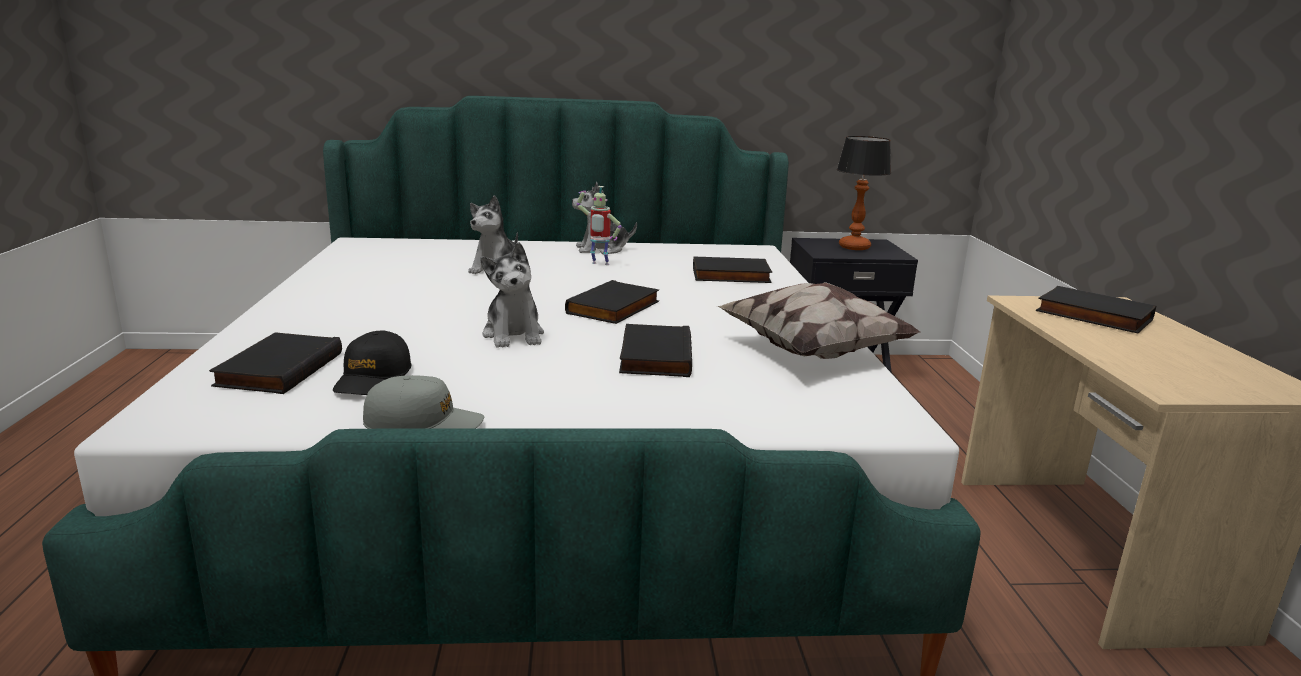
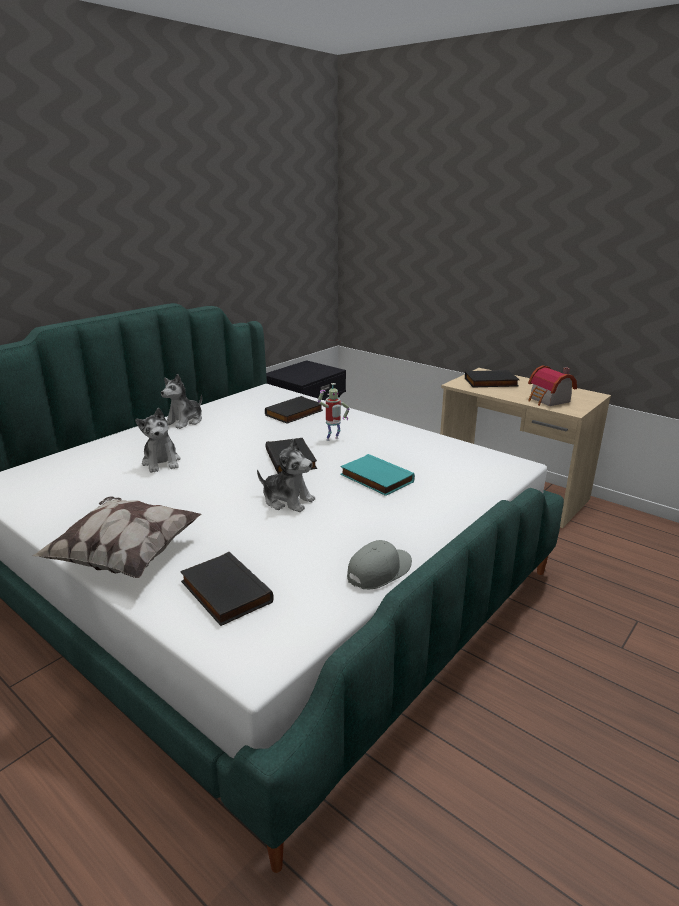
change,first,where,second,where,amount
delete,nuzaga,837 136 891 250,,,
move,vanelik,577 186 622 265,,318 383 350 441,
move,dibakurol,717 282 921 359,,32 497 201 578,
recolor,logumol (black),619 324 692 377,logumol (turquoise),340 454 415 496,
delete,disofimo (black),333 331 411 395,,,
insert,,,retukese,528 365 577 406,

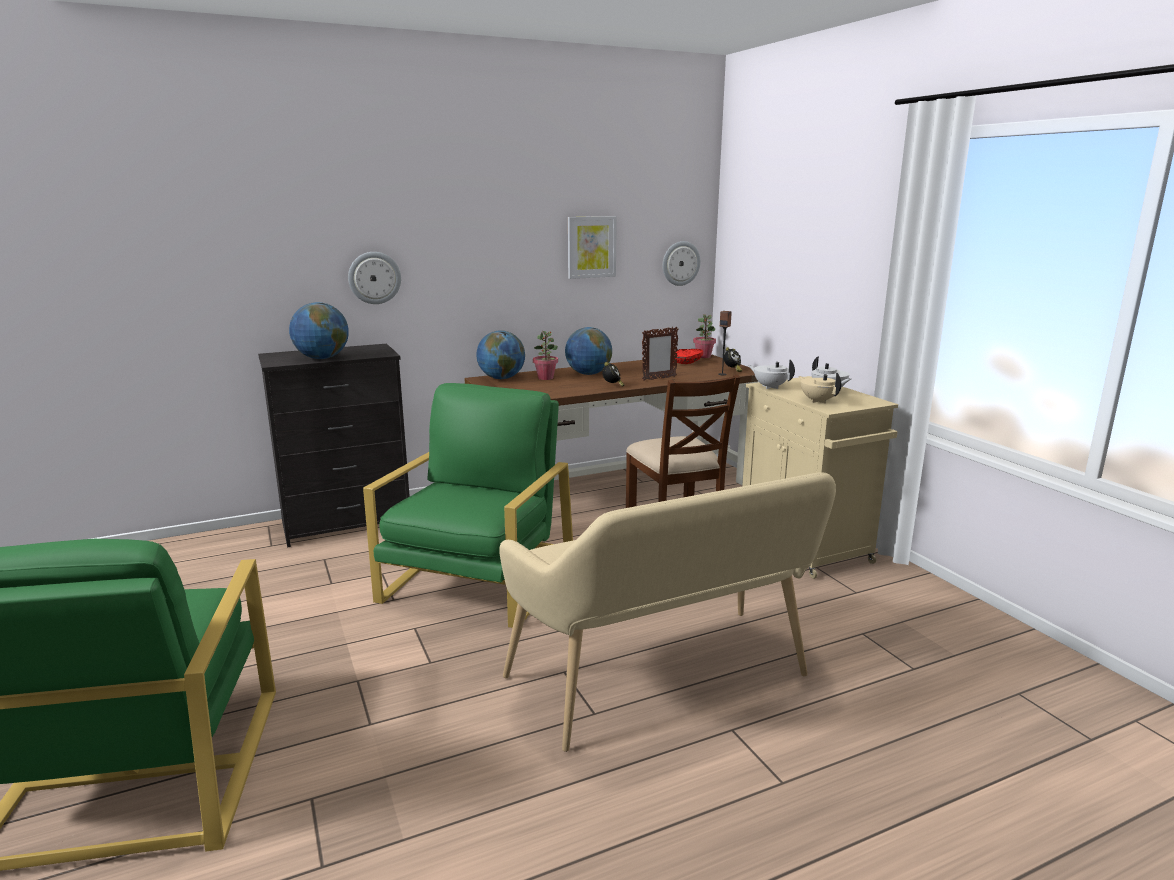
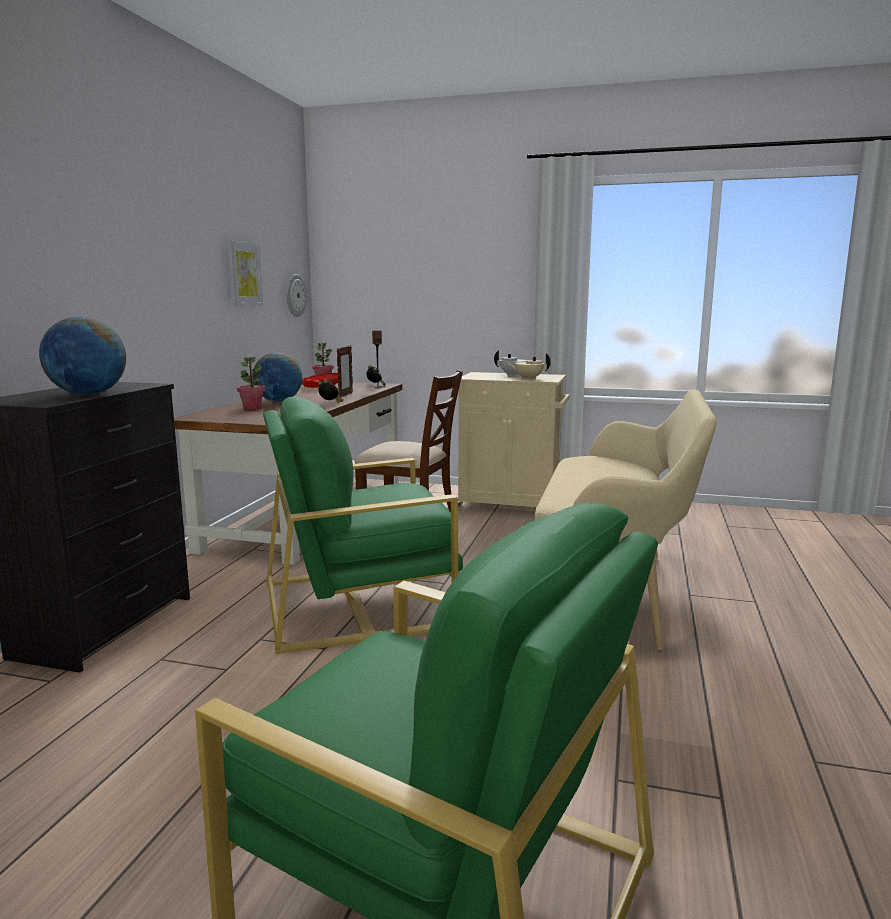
change,first,where,second,where,amount
delete,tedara,348 252 401 304,,,
delete,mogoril,476 330 525 379,,,
delete,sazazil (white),748 360 795 389,,,
rotate,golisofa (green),363 383 573 628,,263 396 463 654,75 degrees counterclockwise

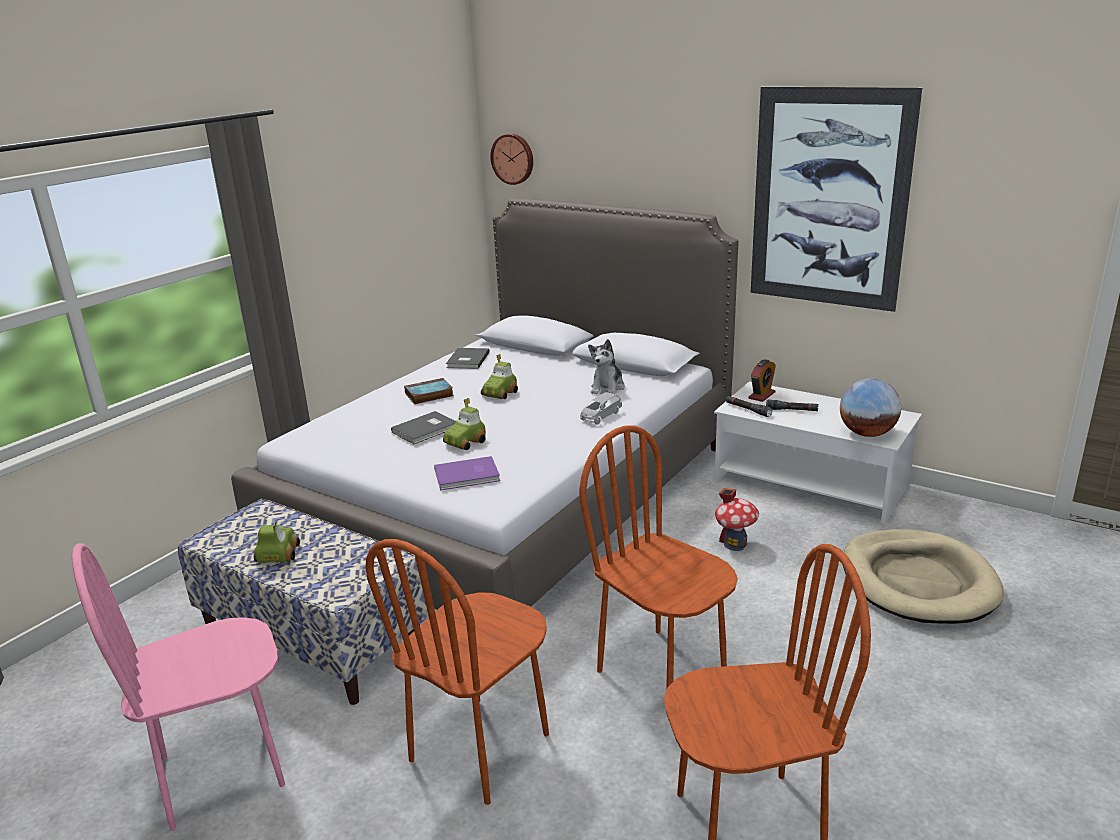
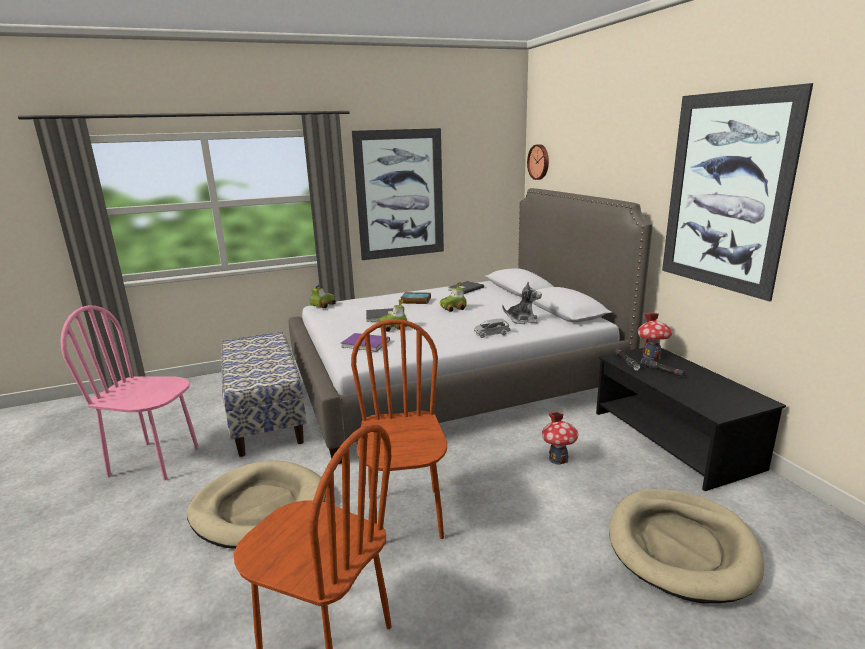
change,first,where,second,where,amount
rotate,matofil,588 339 625 394,,502 282 542 324,135 degrees counterclockwise
replace,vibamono,748 359 776 402,retukese,638 312 672 360,
delete,mogoril,840 379 901 437,,,
recolor,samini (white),714 382 922 524,samini (black),596 348 786 491,
move,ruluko,254 521 300 563,,310 285 336 308,
replace,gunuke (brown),365 539 549 805,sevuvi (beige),187 461 326 549,
insert,,,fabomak,352 128 444 260,

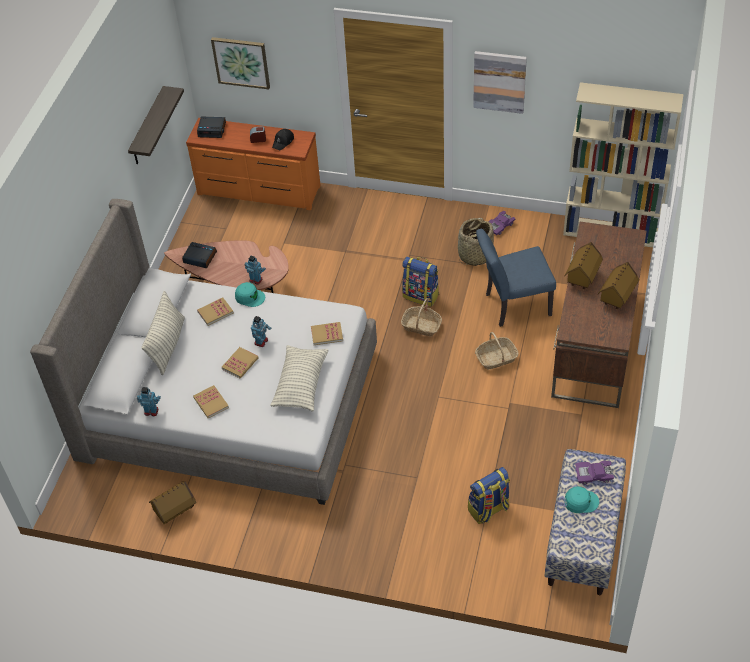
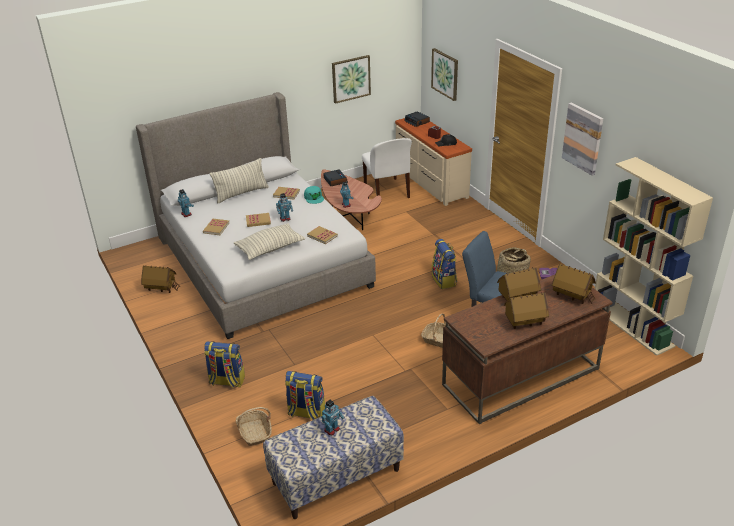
change,first,where,second,where,amount
replace,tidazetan,128 86 184 164,fabomak,332 55 371 104,
recolor,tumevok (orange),186 118 321 210,tumevok (beige),395 118 472 206,
move,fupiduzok,401 298 442 337,,236 407 272 446,
delete,ruluko (purple),575 461 614 485,,,
replace,disofimo (turquoise),565 486 599 513,vanelik,321 400 345 436,
insert,,,gunuke (white),362 138 412 198,
insert,,,retukese,551 264 596 304,
insert,,,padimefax,204 341 245 388,

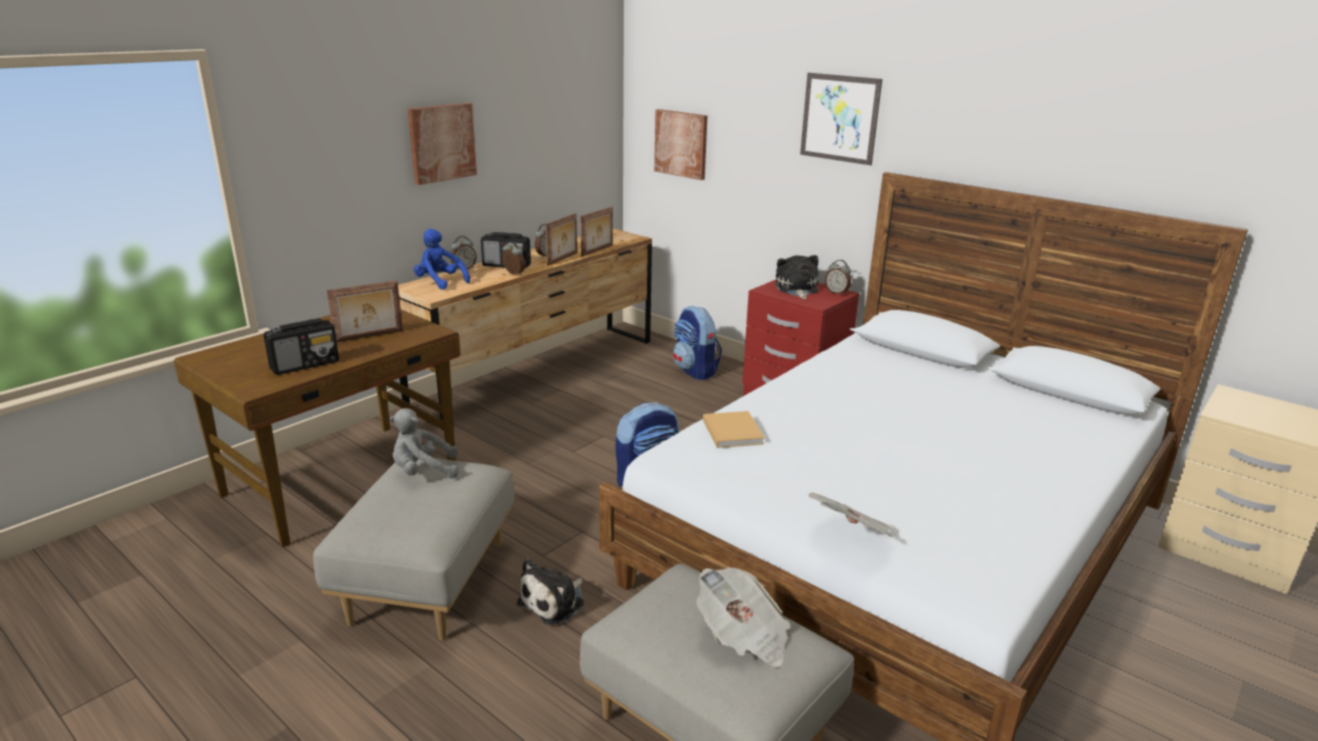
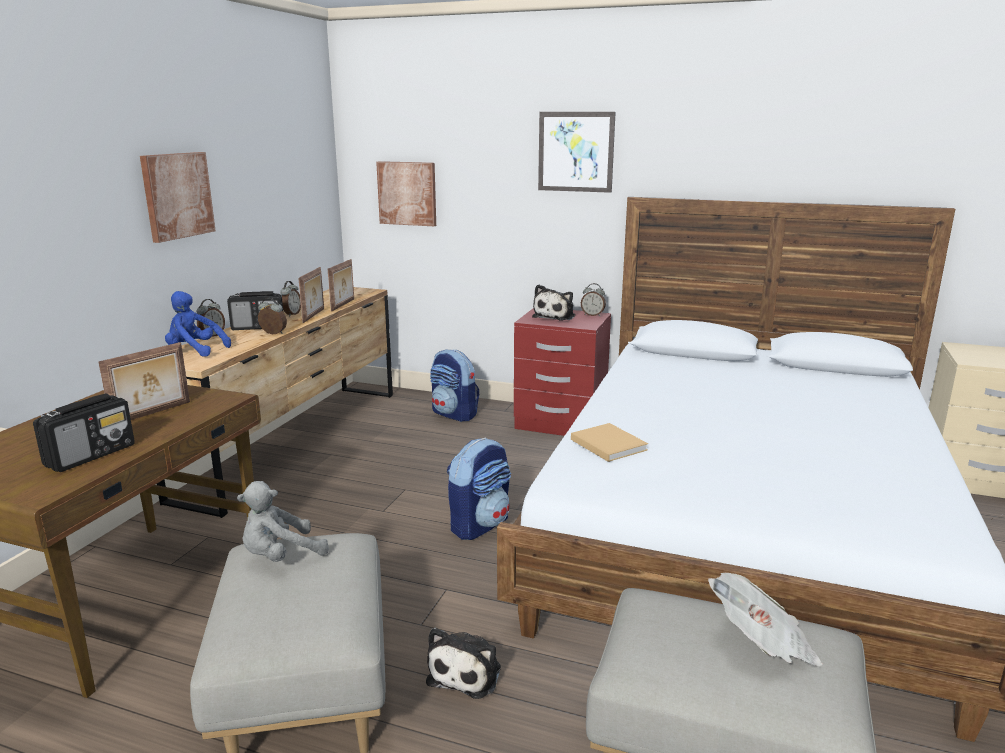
change,first,where,second,where,amount
rotate,matofil,775 255 819 299,,532 285 575 321,135 degrees counterclockwise
delete,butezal,808 493 896 537,,,

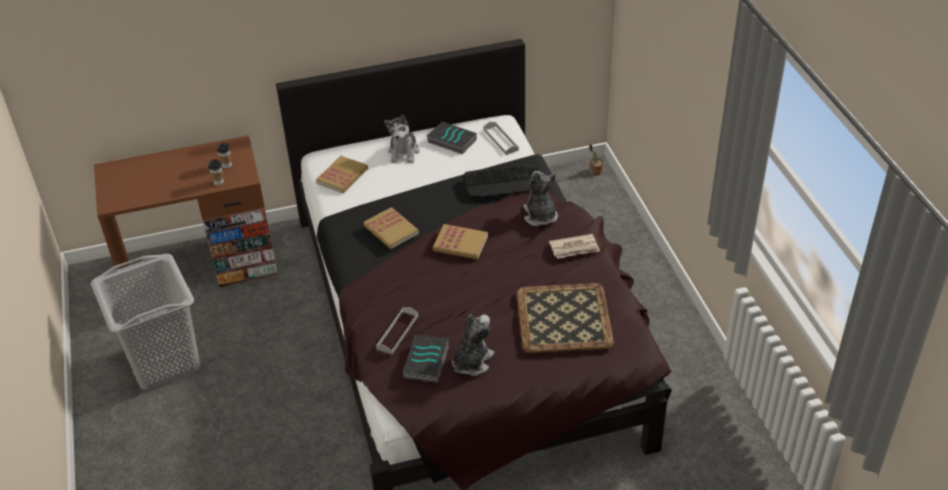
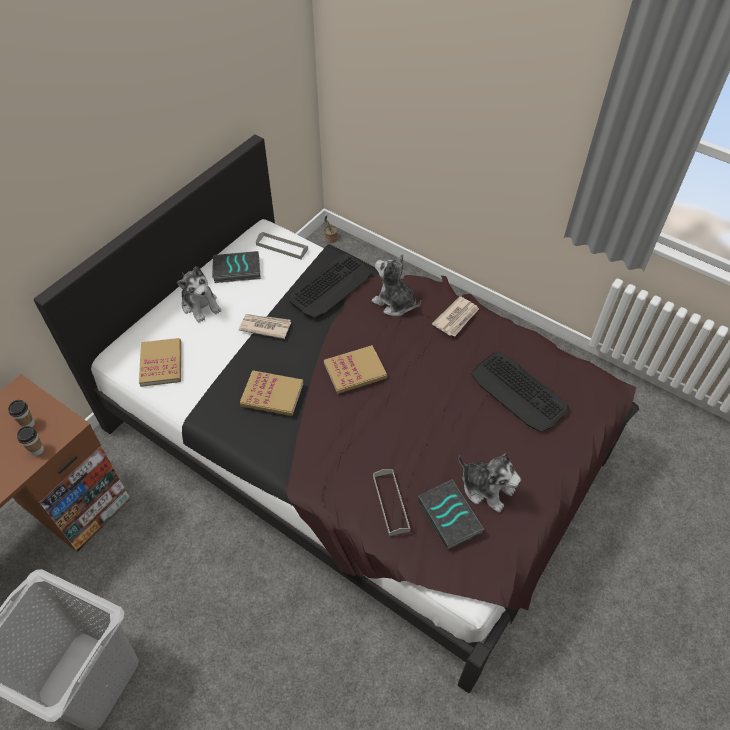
change,first,where,second,where,amount
replace,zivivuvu,516 283 614 353,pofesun,471 351 569 432,
rotate,matofil,452 314 494 376,,458 453 521 513,135 degrees clockwise
insert,,,butezal,239 314 291 339,

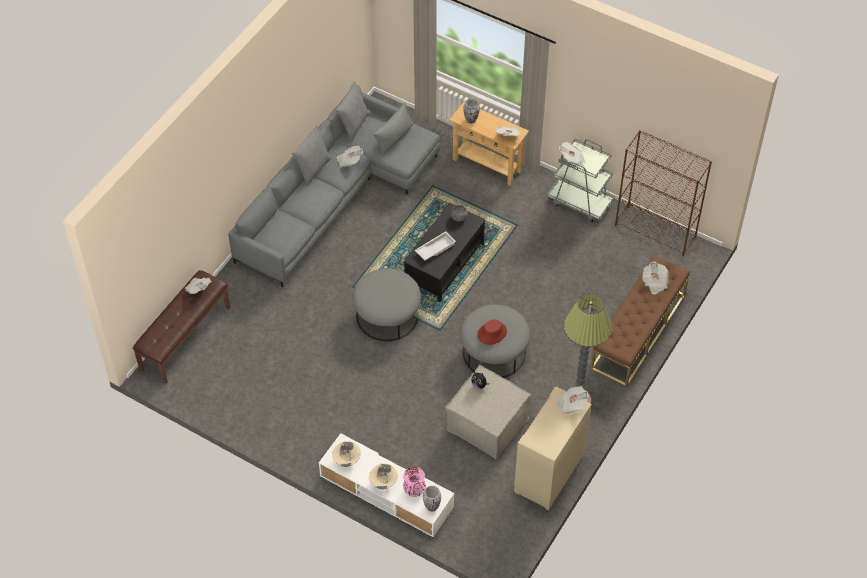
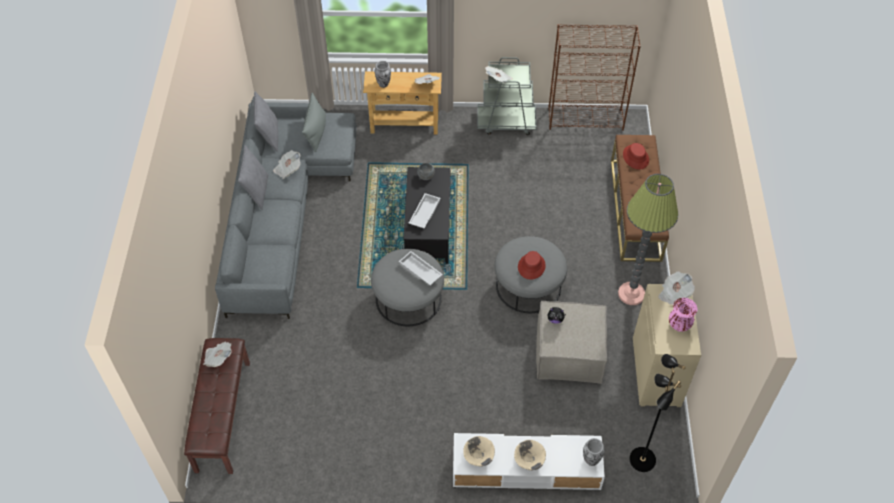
change,first,where,second,where,amount
replace,butezal,642 261 668 294,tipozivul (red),623 143 649 169,
move,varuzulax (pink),403 467 426 497,,669 298 698 332,
insert,,,zivivuvu (white),399 251 443 286,
insert,,,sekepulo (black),629 354 686 472,

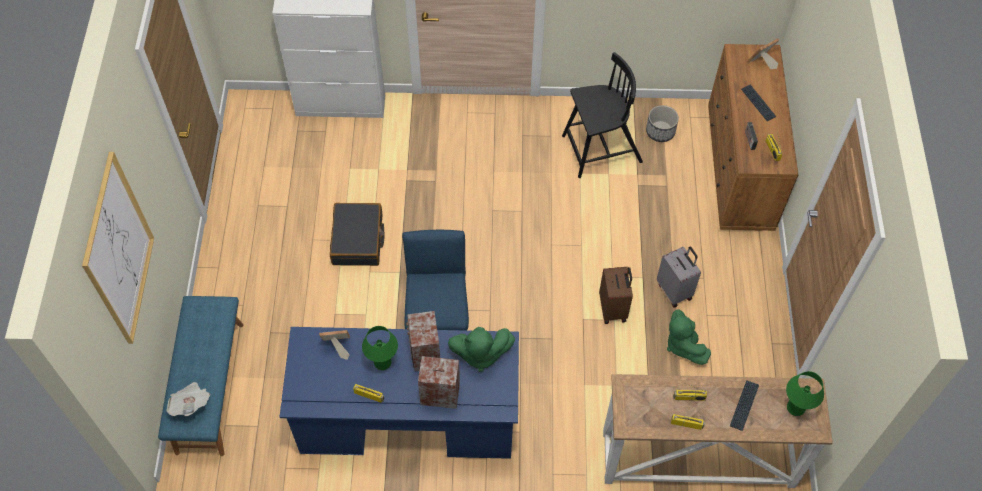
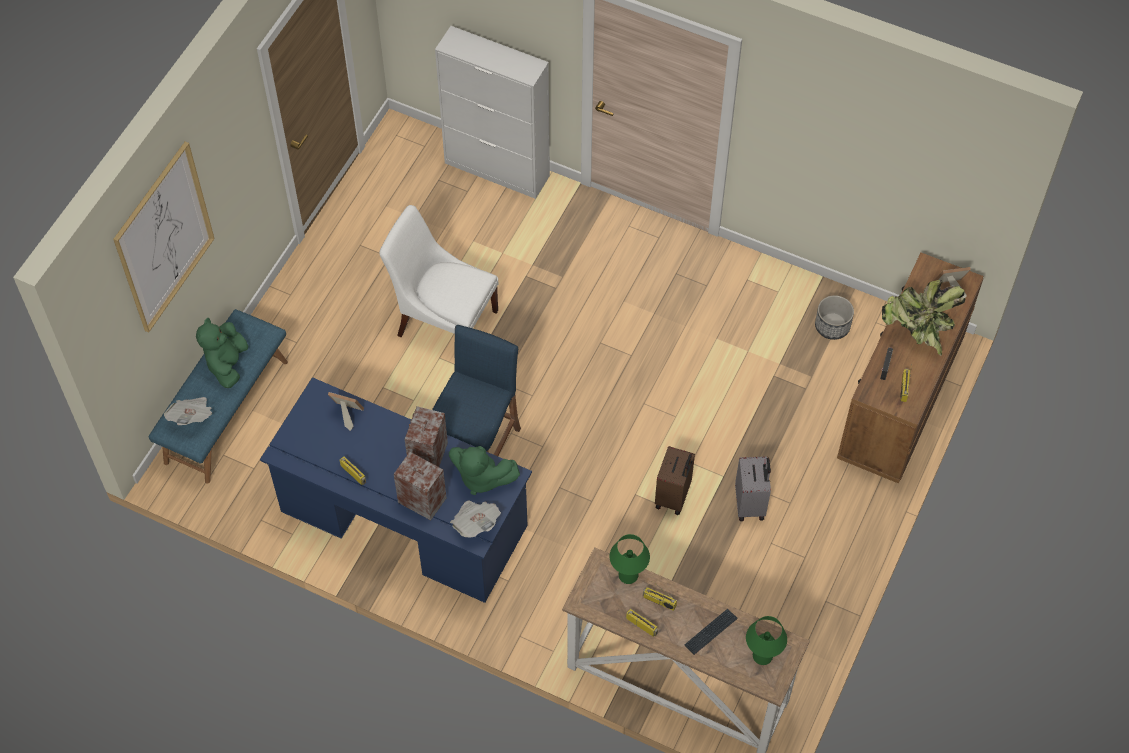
change,first,where,second,where,amount
delete,gunuke (black),562 52 643 178,,,
replace,pofesun,741 85 776 121,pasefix,882 280 966 356,
replace,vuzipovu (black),330 203 385 266,gunuke (white),380 205 498 337,
move,matofil (green),667 309 711 365,,196 318 248 388,
move,nuzaga (green),362 326 398 370,,610 534 650 584,
insert,,,butezal,450 501 501 537,

